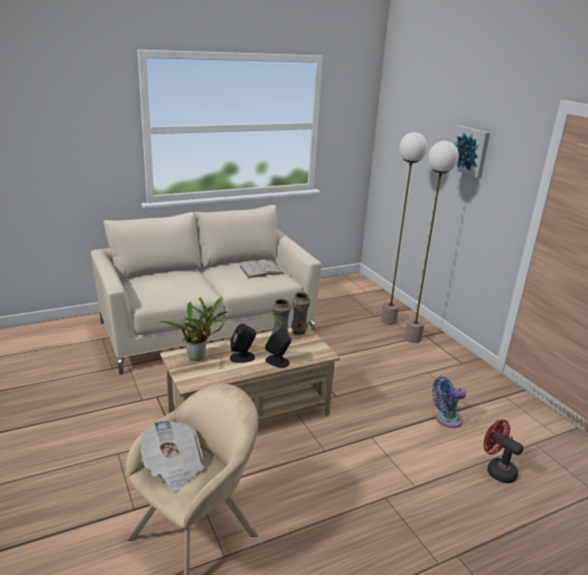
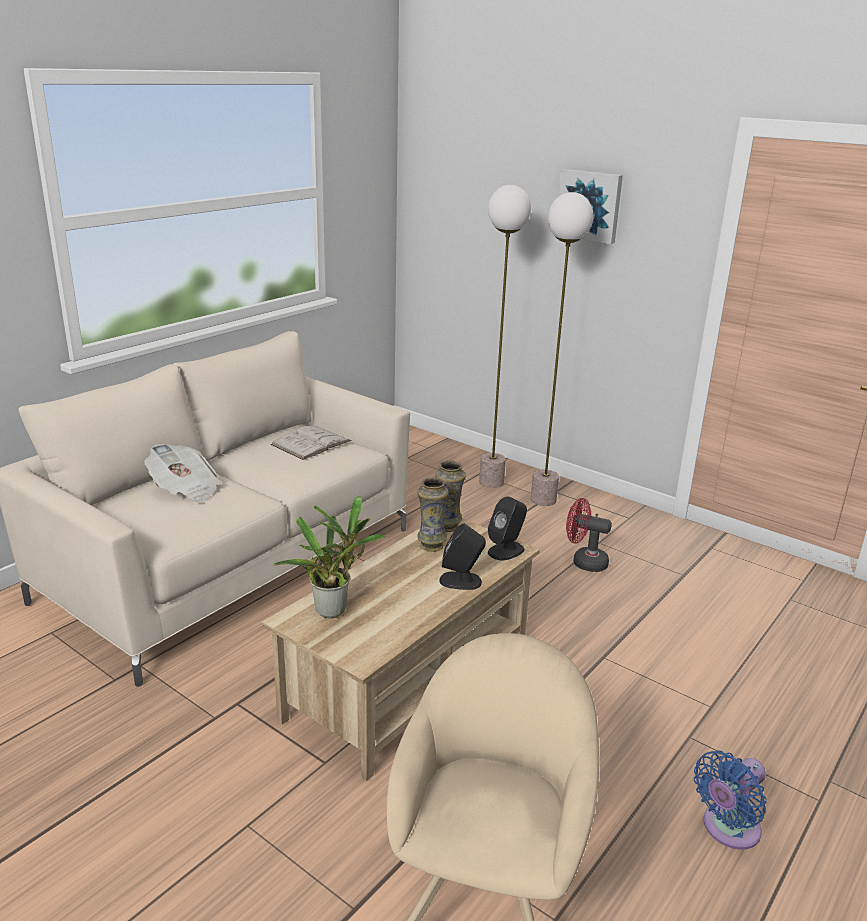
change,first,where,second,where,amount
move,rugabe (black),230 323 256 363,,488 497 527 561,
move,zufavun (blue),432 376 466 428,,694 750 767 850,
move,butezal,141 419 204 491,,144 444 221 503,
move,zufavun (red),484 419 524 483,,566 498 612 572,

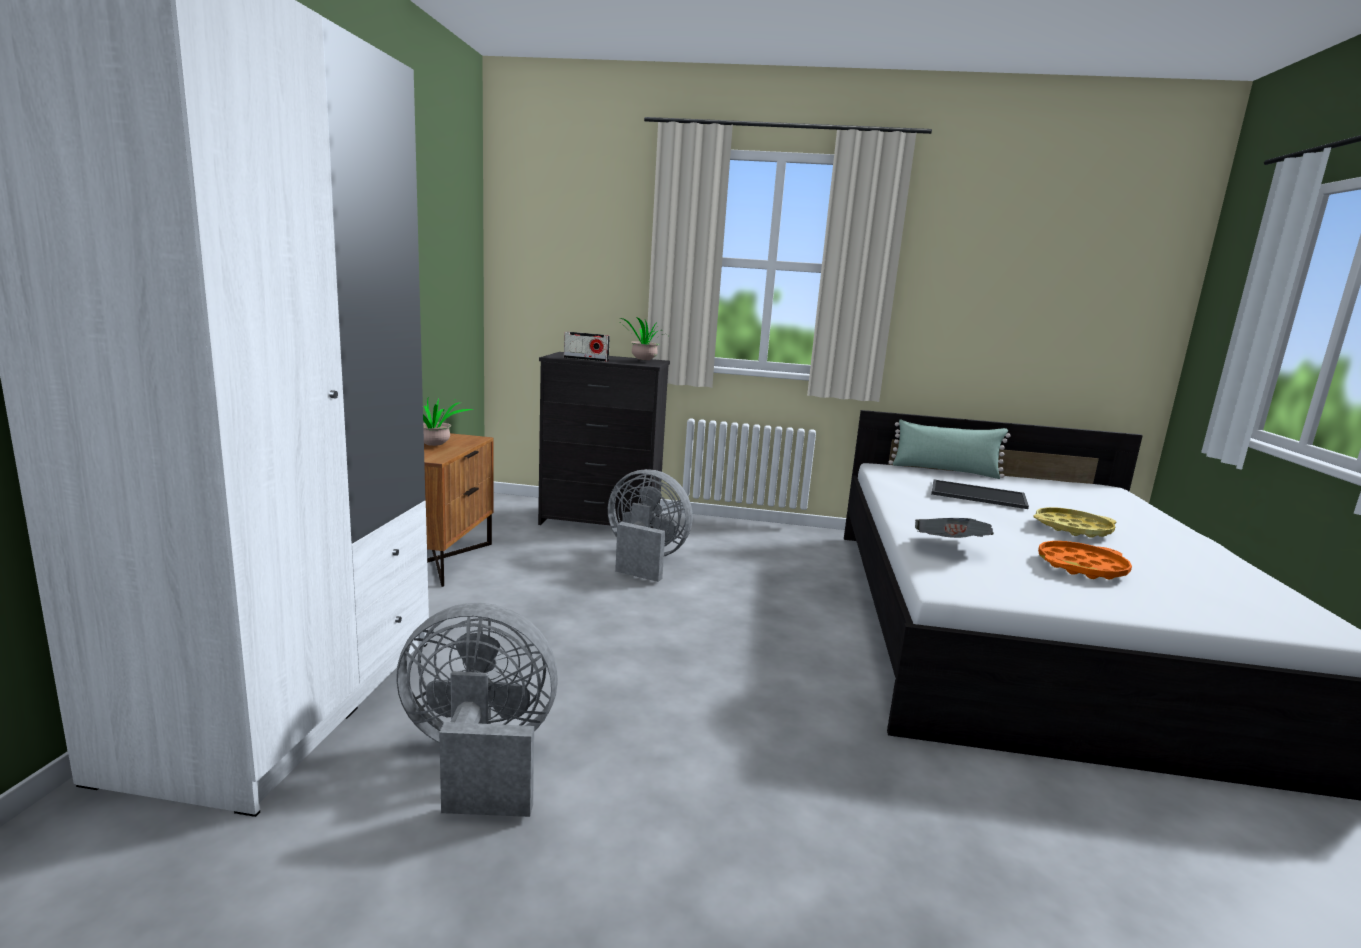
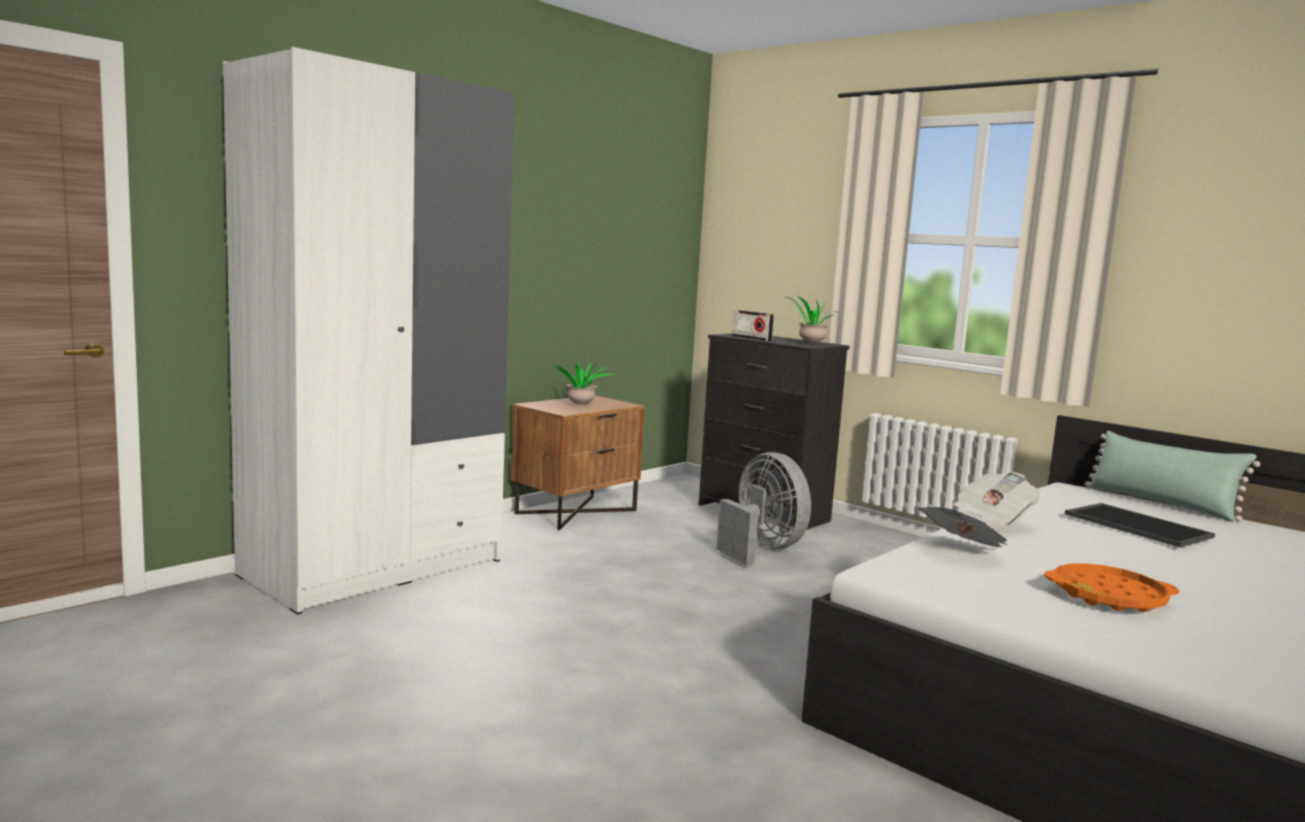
change,first,where,second,where,amount
delete,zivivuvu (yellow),1034 507 1116 538,,,
delete,zufavun (grey),396 603 558 817,,,
insert,,,butezal,953 472 1040 531,

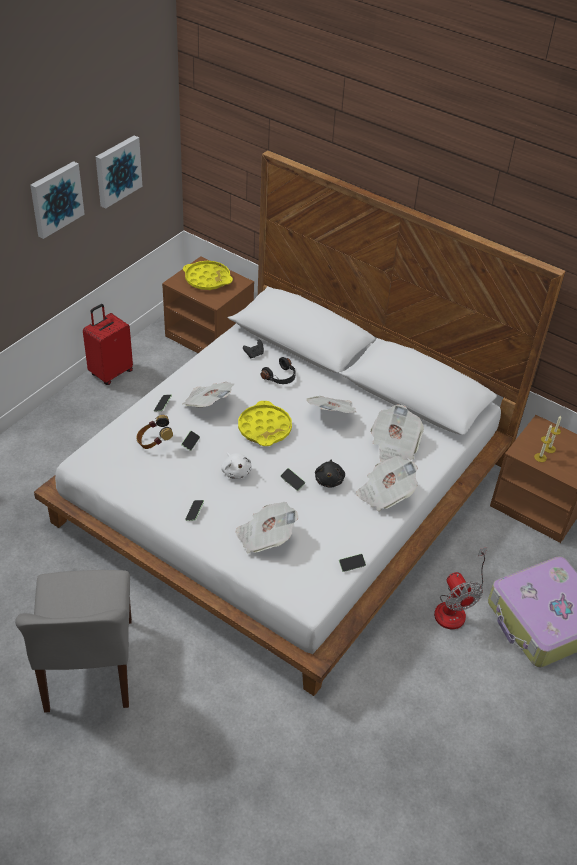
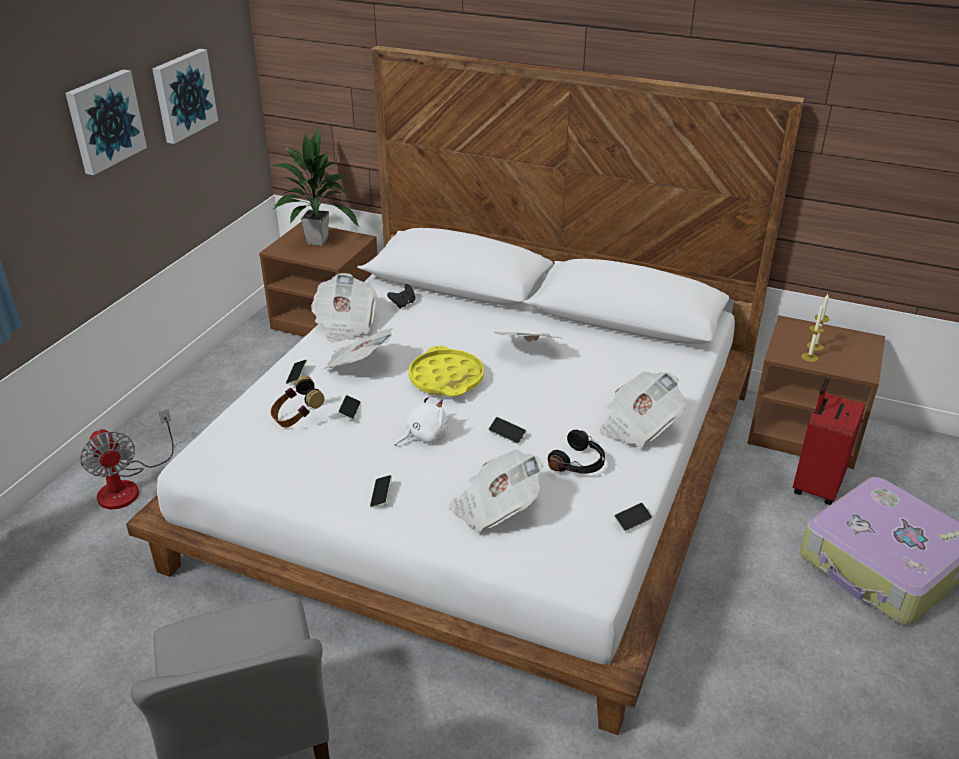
change,first,where,second,where,amount
replace,zivivuvu (yellow),183 261 233 290,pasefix,272 127 360 246,
move,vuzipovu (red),83 304 133 385,,793 378 865 505,
move,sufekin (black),261 357 296 384,,548 430 605 474,
move,butezal,371 405 424 462,,311 273 377 342,
rotate,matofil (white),221 452 252 479,,395 395 448 446,90 degrees counterclockwise
delete,matofil (black),315 460 345 487,,,
move,zufavun,434 547 487 629,,80 409 174 509,

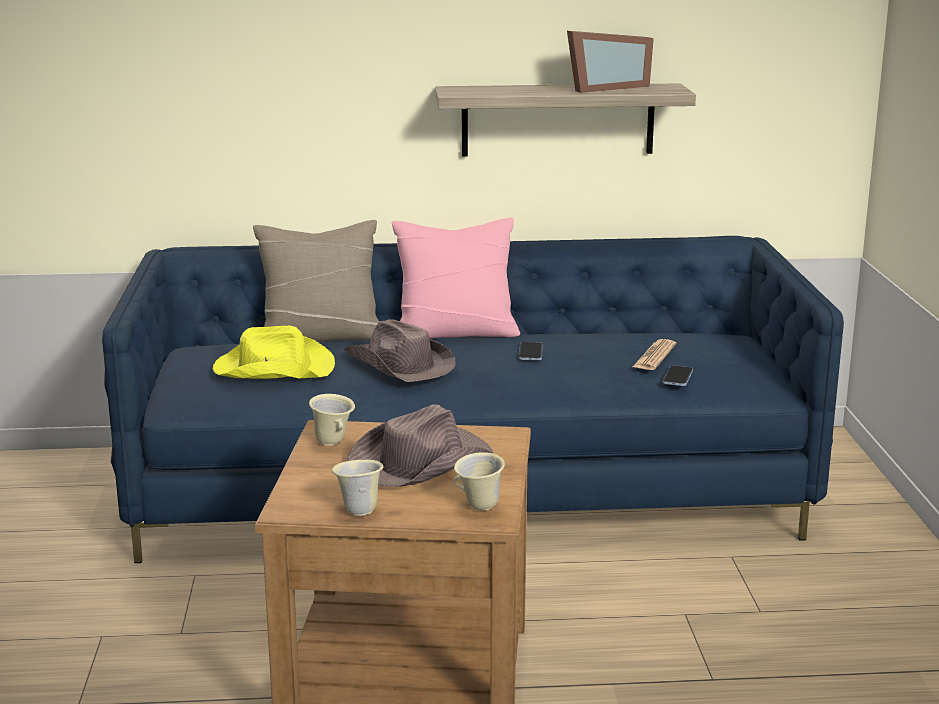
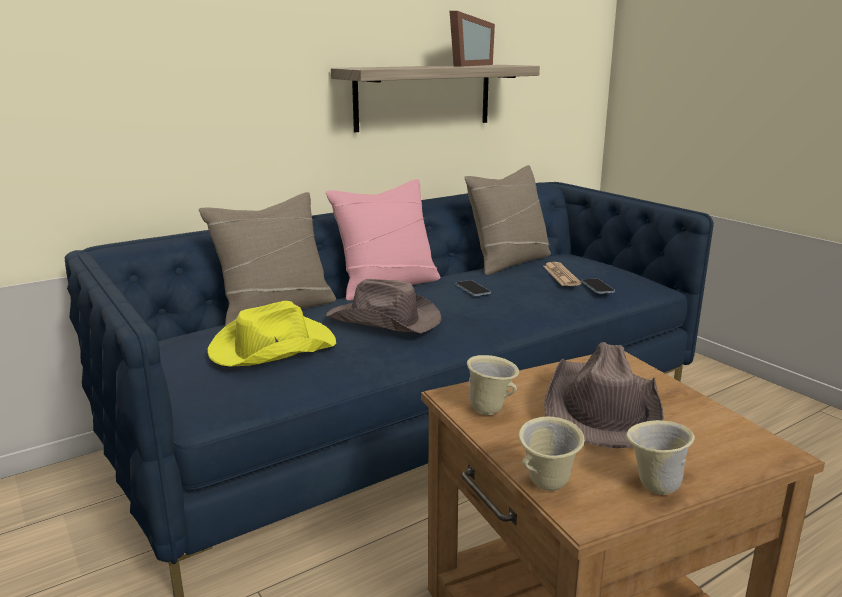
change,first,where,second,where,amount
move,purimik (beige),454 452 505 511,,518 417 585 491,
insert,,,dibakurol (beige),464 165 551 275,

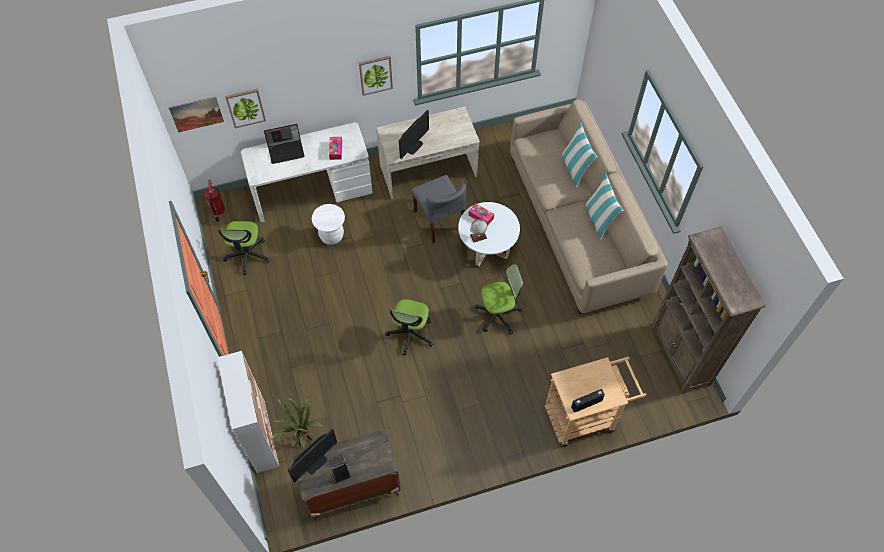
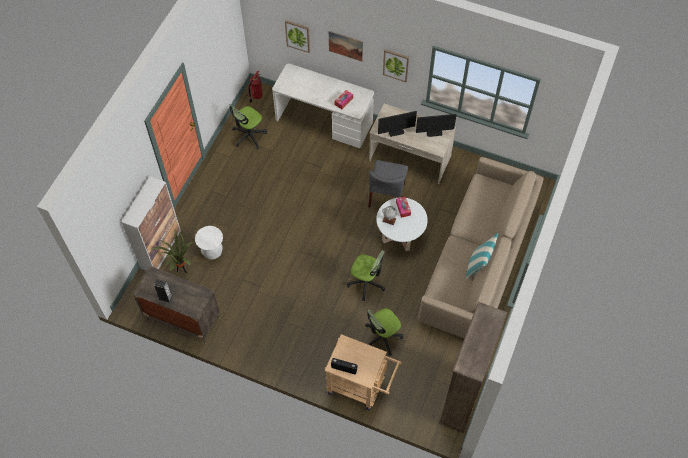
change,first,where,second,where,amount
move,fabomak,169 97 224 133,,329 31 363 61,
delete,dibakurol,561 123 597 188,,,
delete,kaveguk,264 124 305 164,,,
move,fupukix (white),312 204 345 245,,195 226 223 260,
move,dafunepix,385 299 434 356,,365 308 404 356,
move,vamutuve,288 429 337 483,,416 114 456 137,

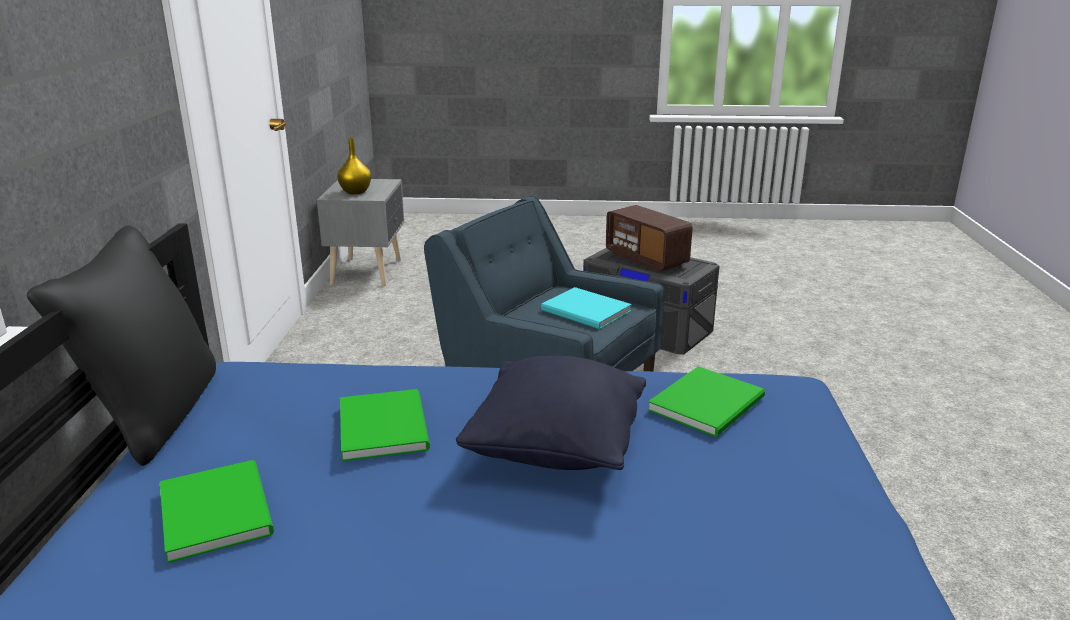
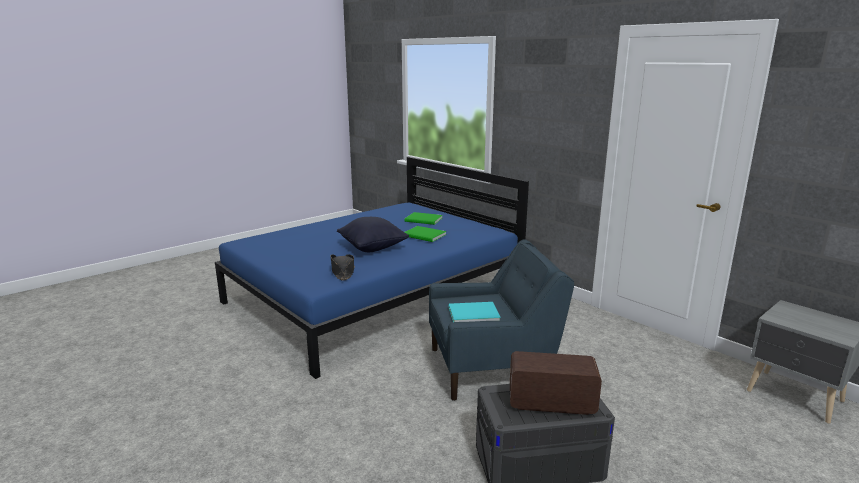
change,first,where,second,where,amount
delete,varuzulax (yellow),337 138 371 194,,,
delete,dibakurol (black),27 225 216 466,,,
replace,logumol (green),648 366 765 437,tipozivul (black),331 254 355 280,

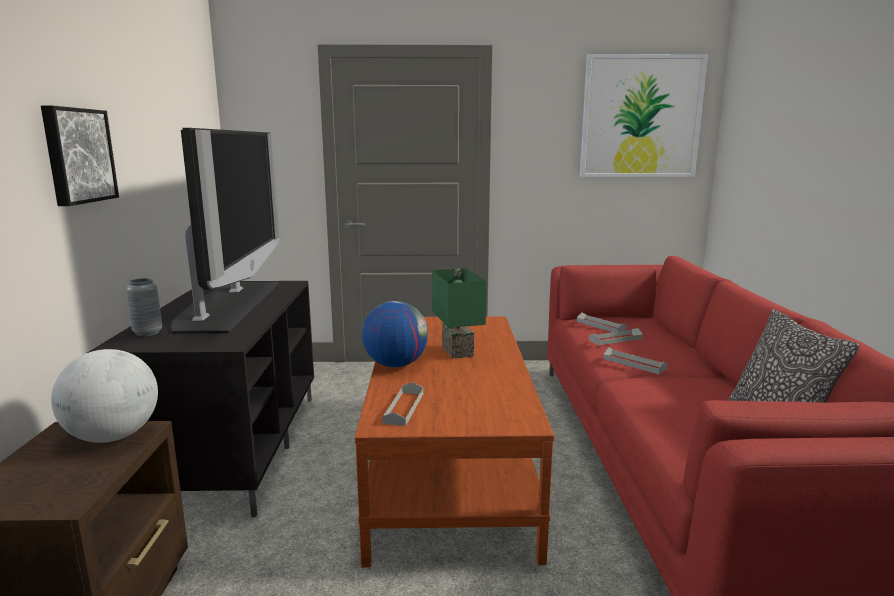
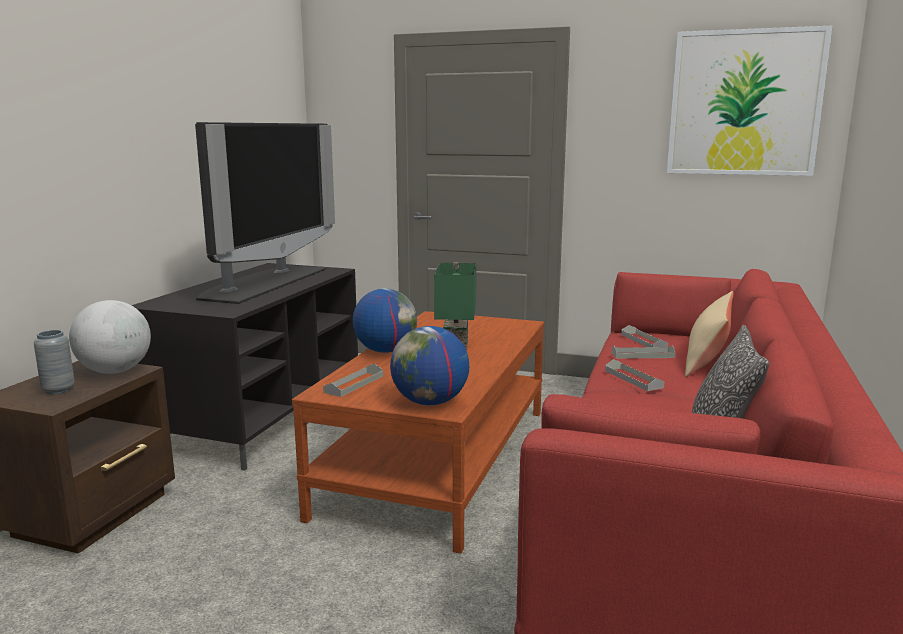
change,first,where,second,where,amount
delete,fabomak,41 106 119 206,,,
move,varuzulax (grey),126 278 162 336,,34 330 75 394,
insert,,,dibakurol (beige),685 291 733 377,
insert,,,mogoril,390 326 469 405,

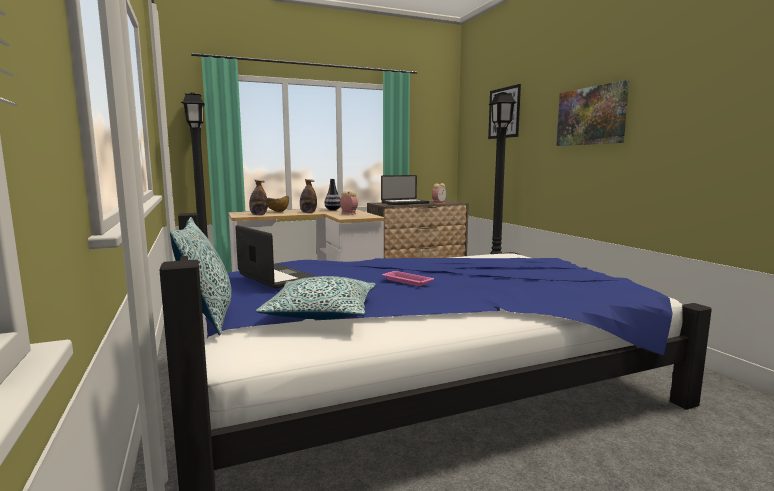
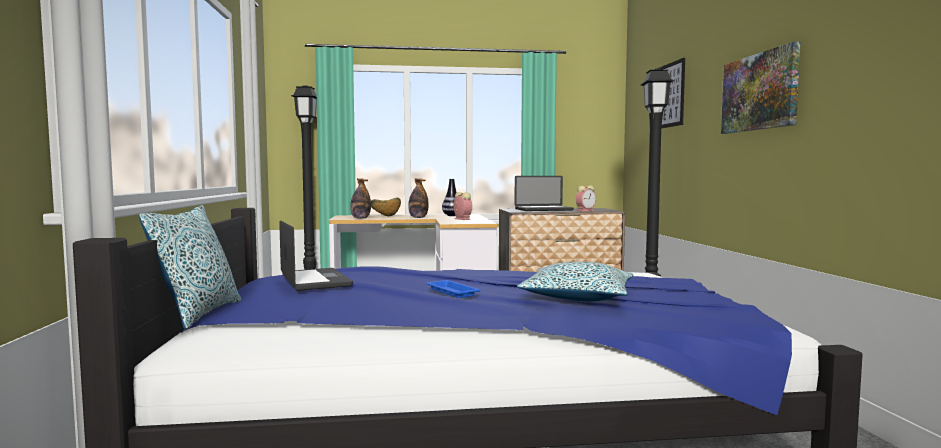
change,first,where,second,where,amount
recolor,zivivuvu (pink),382 271 434 286,zivivuvu (blue),426 280 481 298,
move,dibakurol,256 276 376 319,,517 262 634 301,

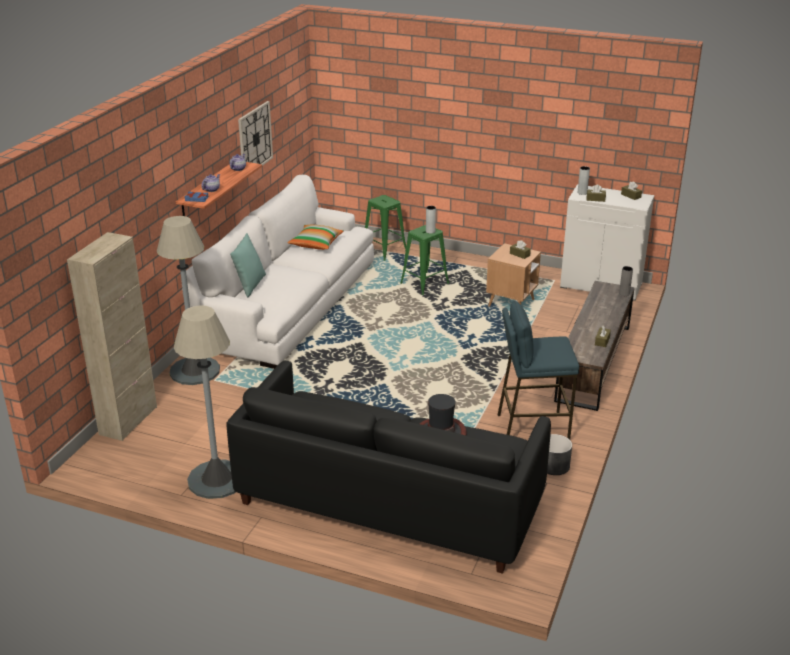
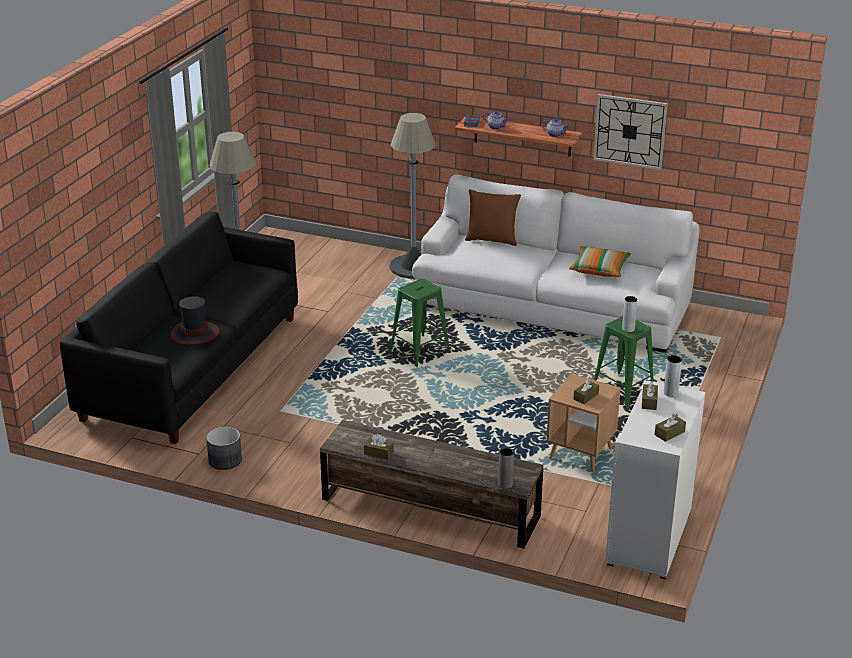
change,first,where,second,where,amount
move,fupukix (green),365 195 406 261,,389 279 451 367,
delete,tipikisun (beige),67 232 157 441,,,
recolor,dibakurol (turquoise),230 233 266 297,dibakurol (brown),465 189 521 246,
delete,fupukix (blue),498 300 579 439,,,

